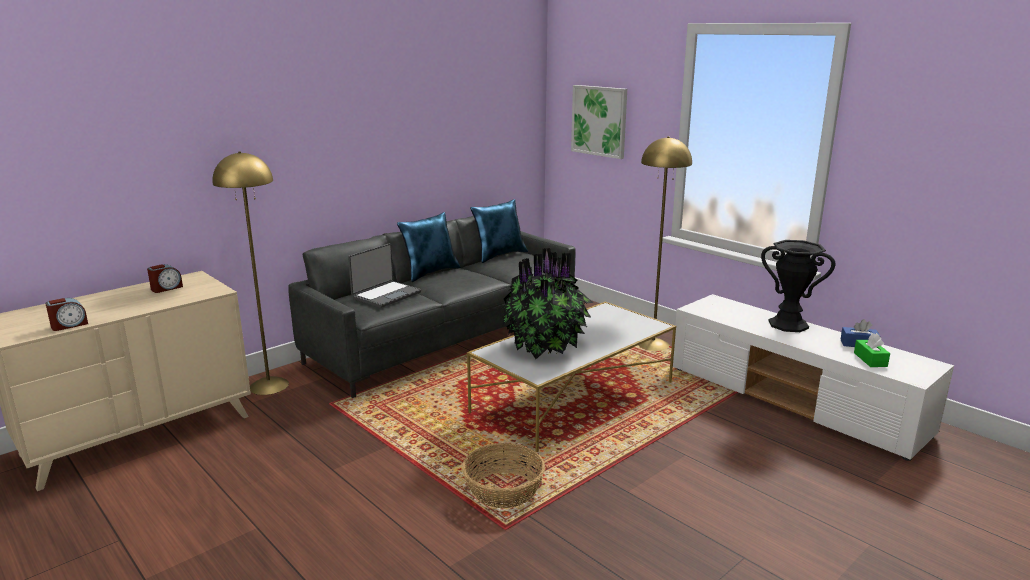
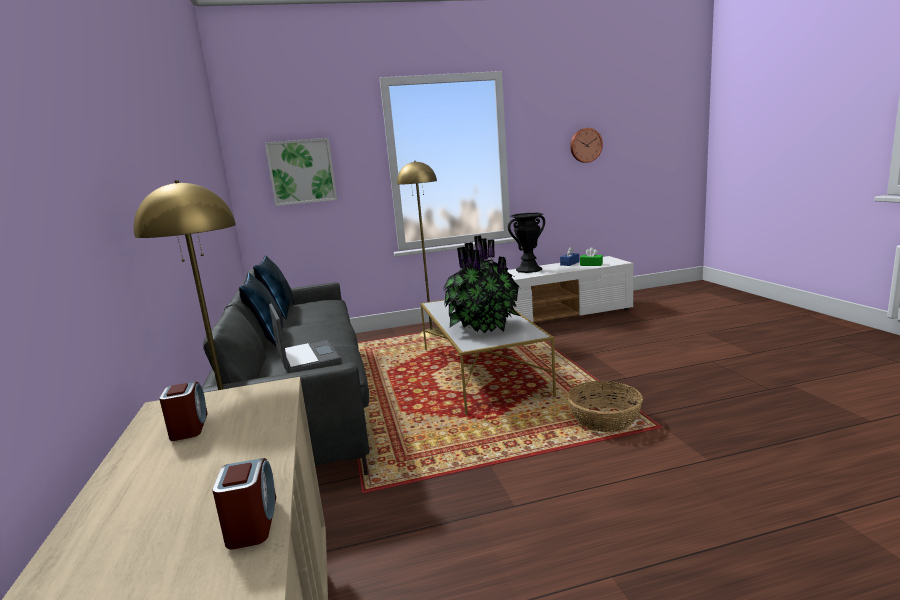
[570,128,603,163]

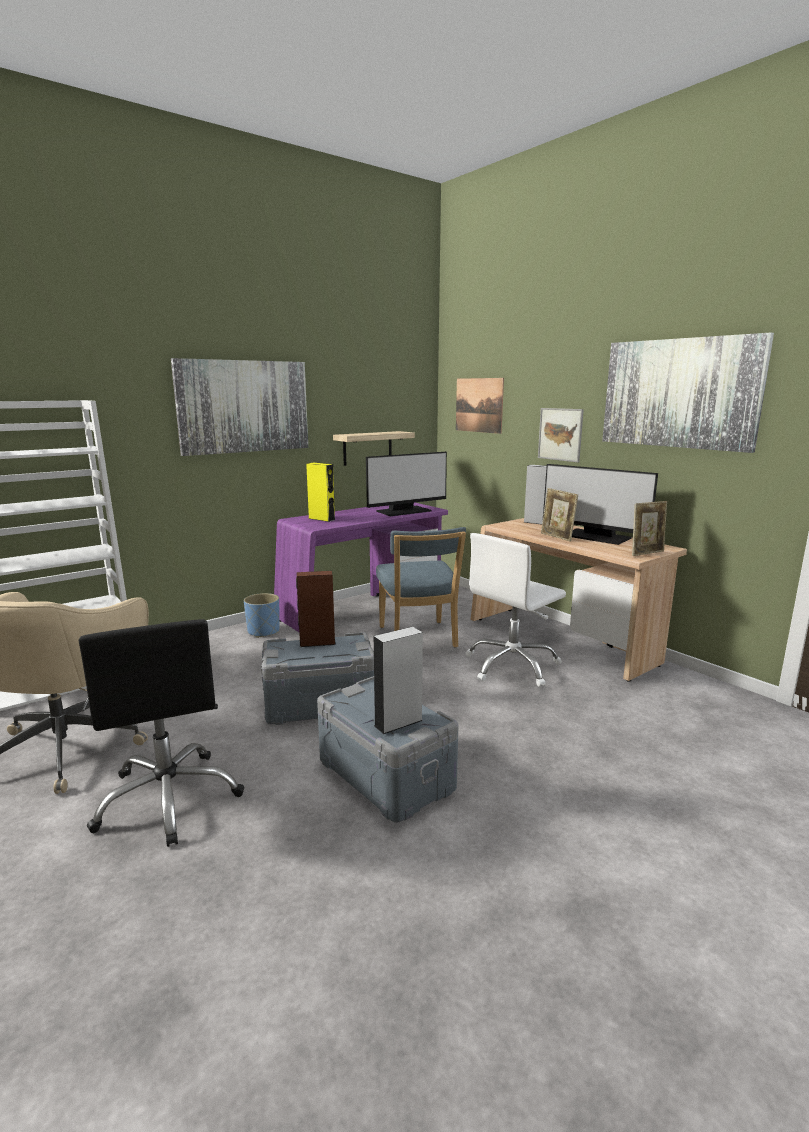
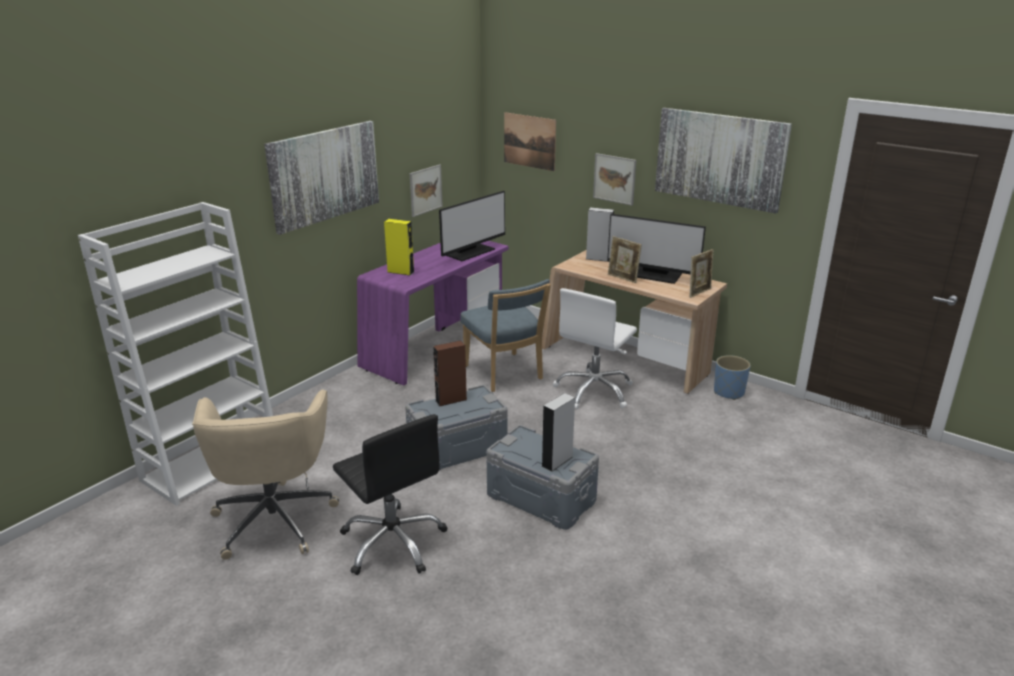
[410,164,443,217]
[714,355,751,400]

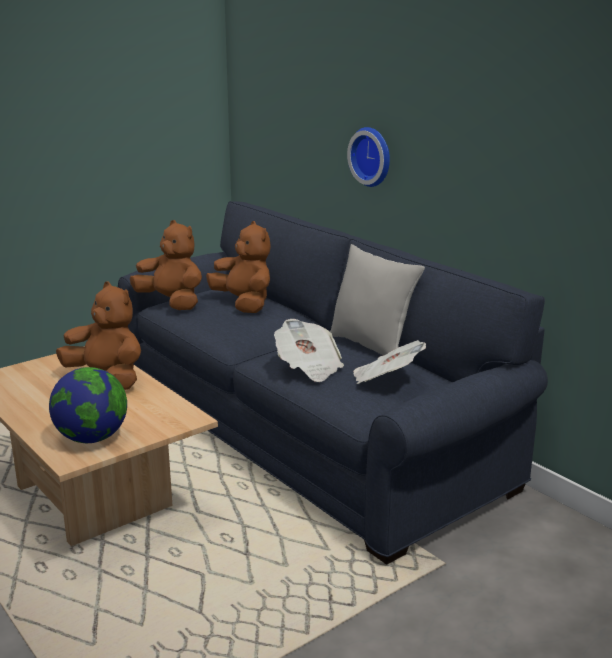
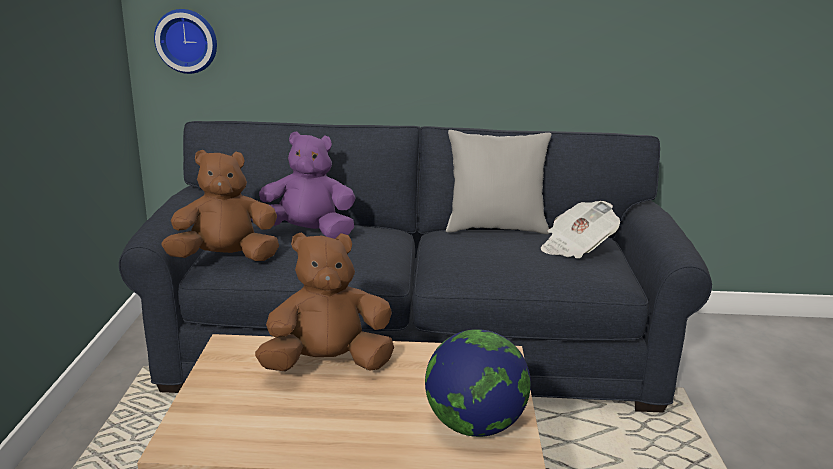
[154,9,217,74]
[251,131,356,239]
[274,319,344,382] (first image)

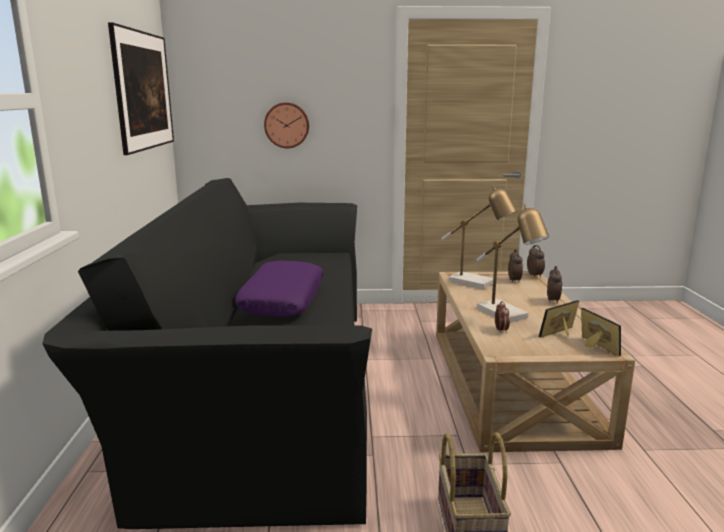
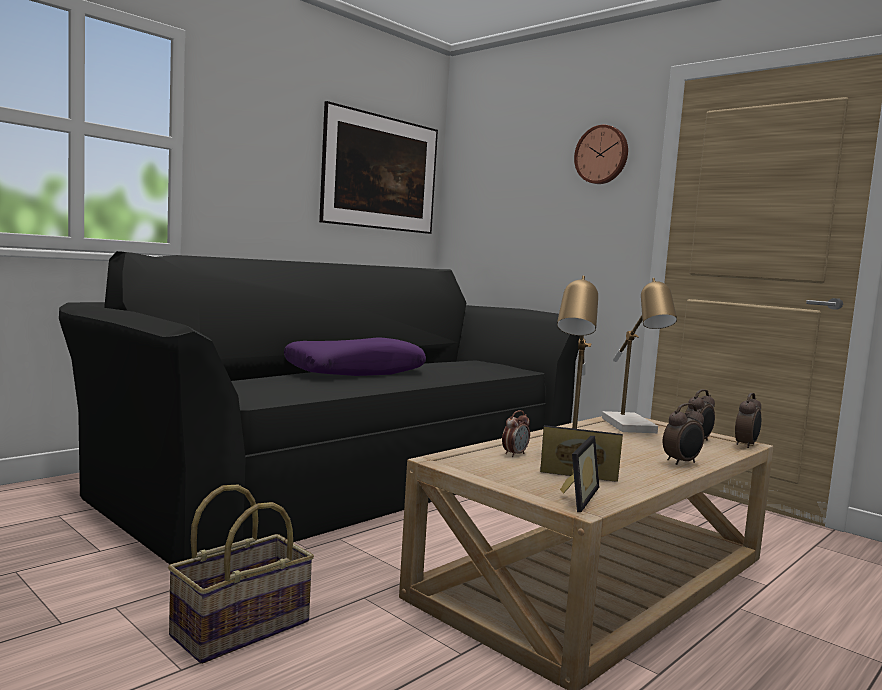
[574,125,628,184]

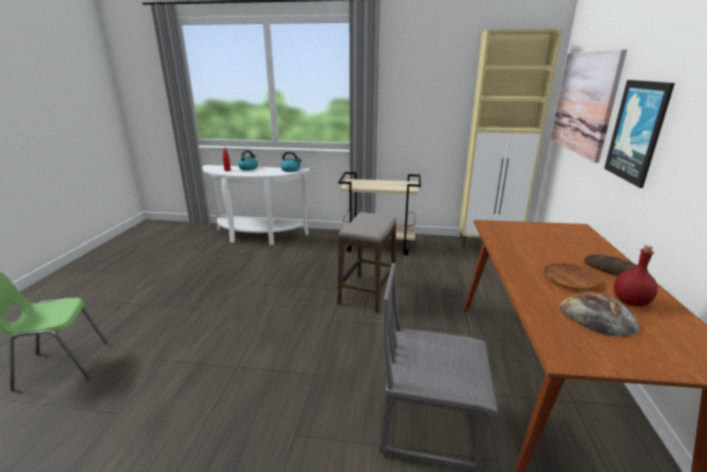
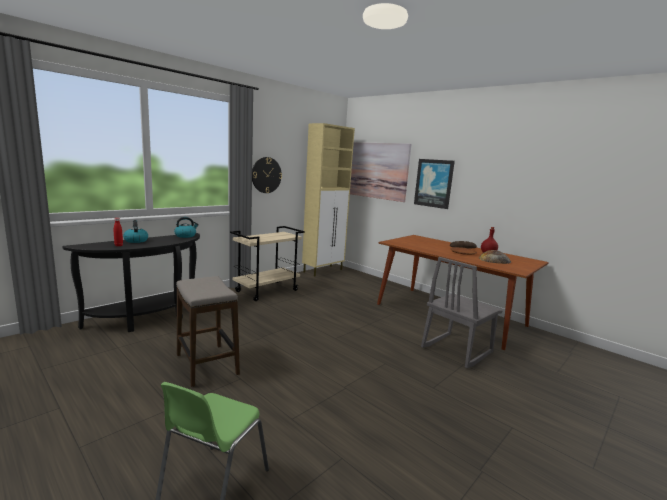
[62,233,200,332]
[176,276,240,387]
[252,157,282,193]

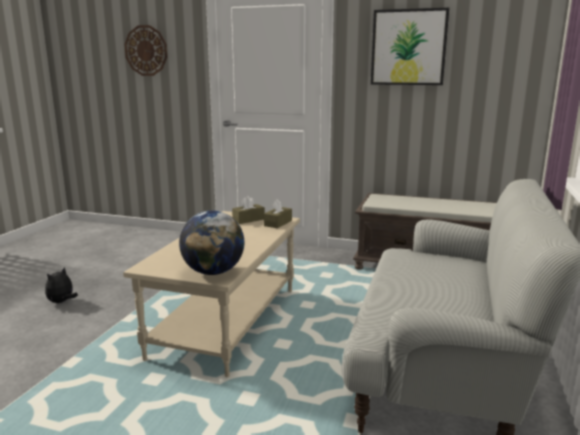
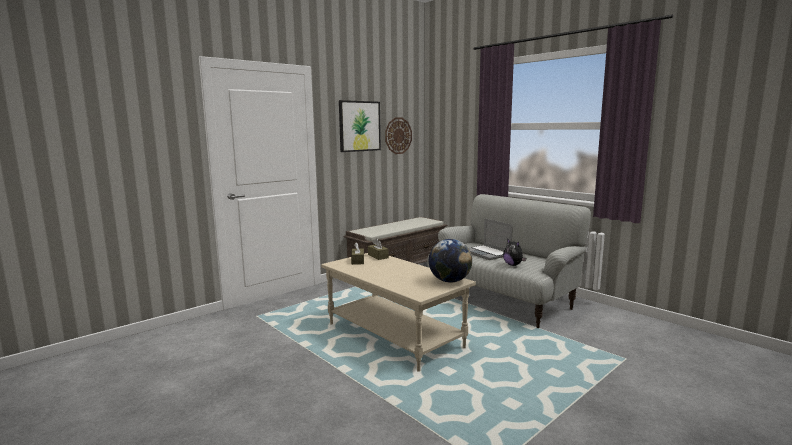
[385,118,412,154]
[503,238,526,266]
[469,218,513,260]

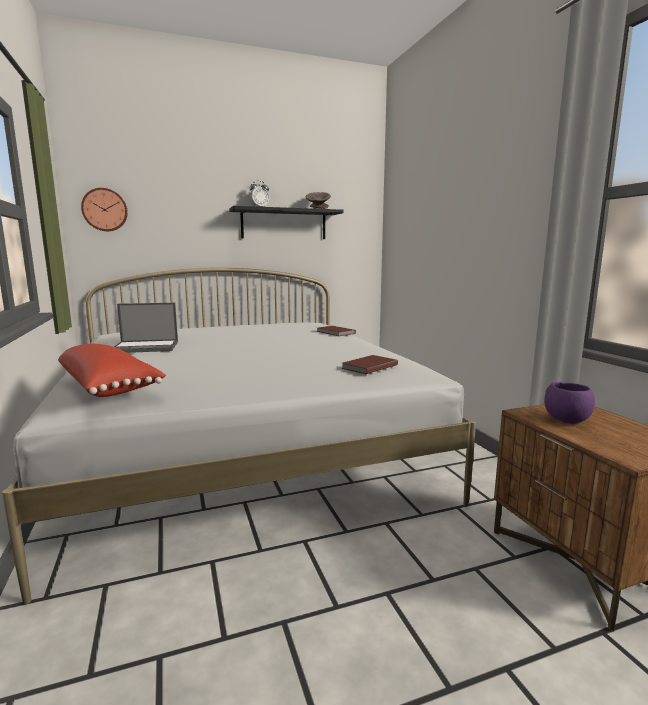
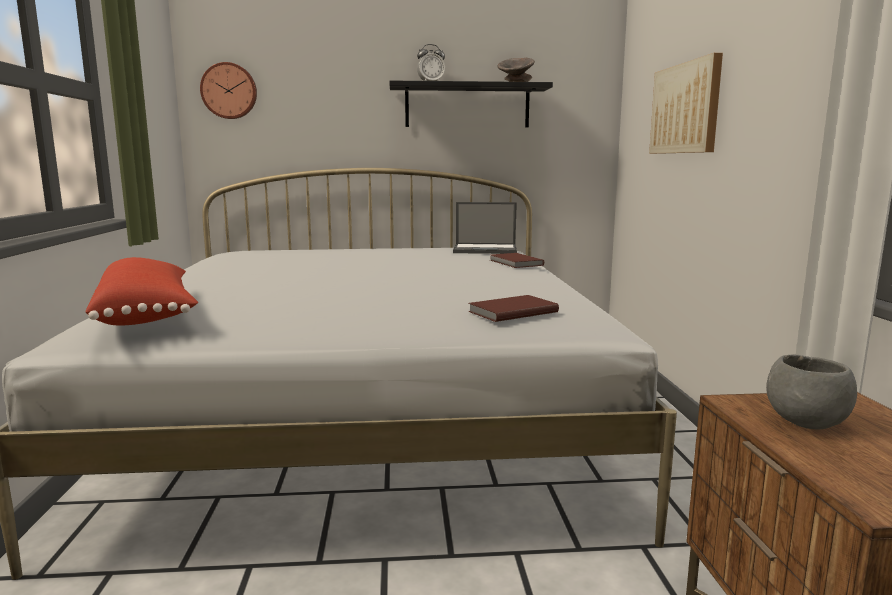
[453,202,517,254]
[766,354,857,429]
[649,53,723,154]

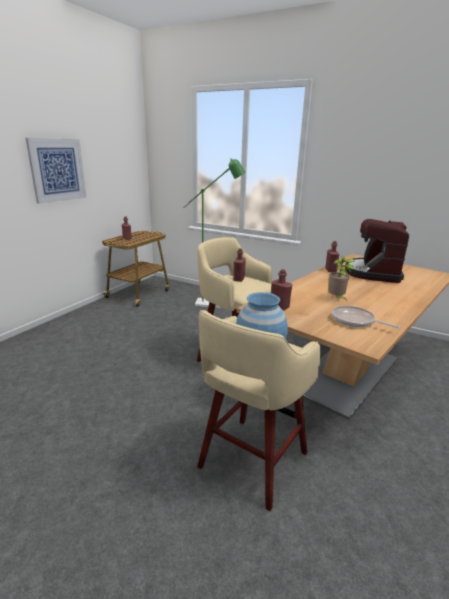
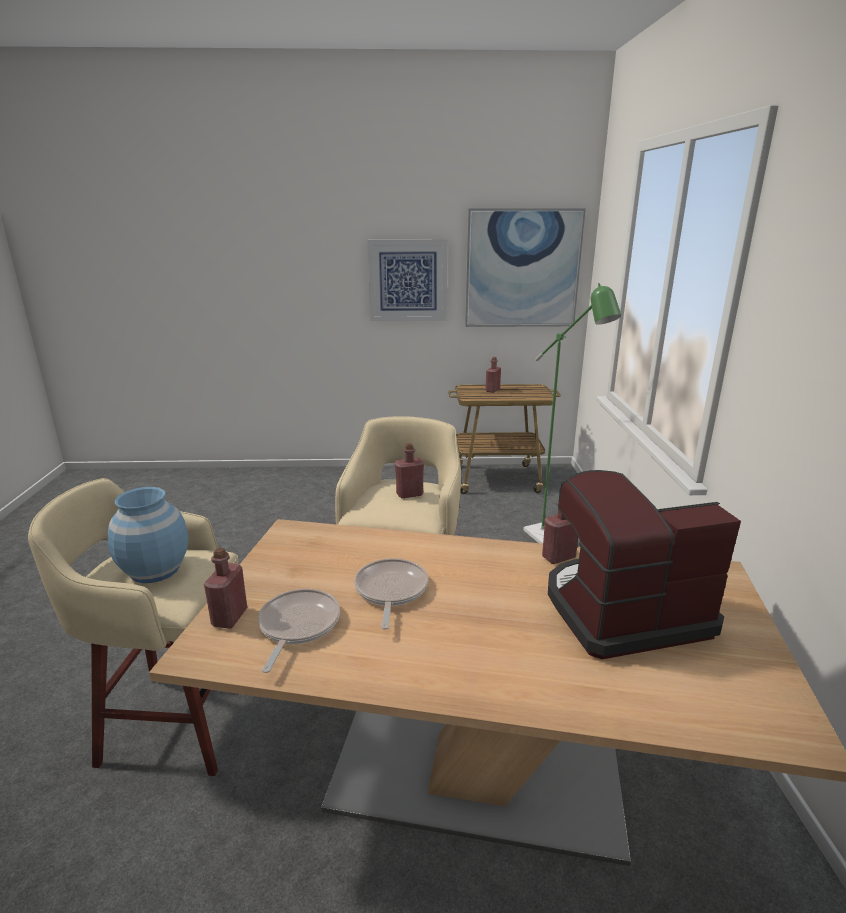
[354,558,428,629]
[204,547,247,629]
[465,208,586,327]

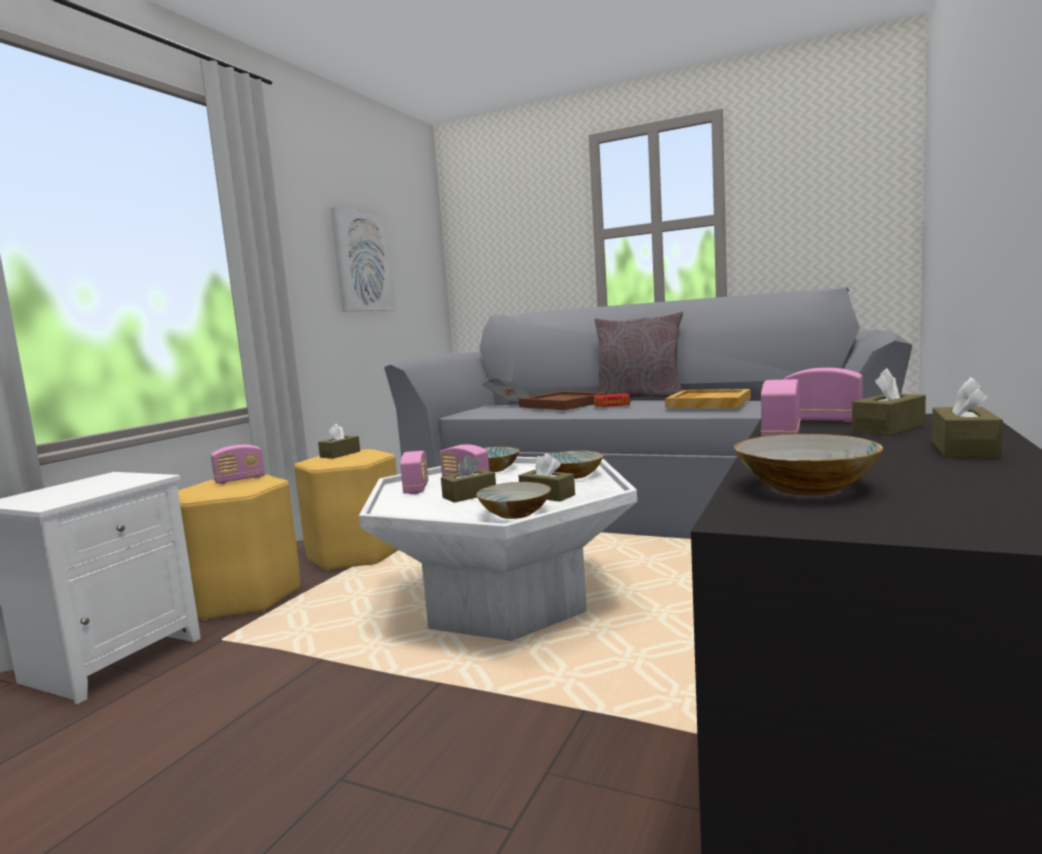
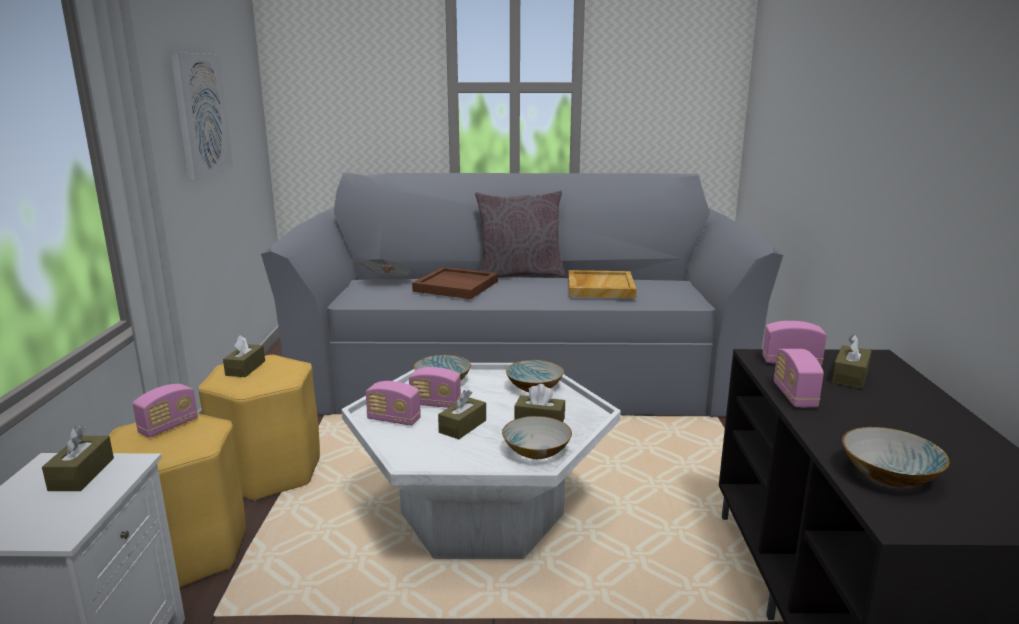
[42,425,114,491]
[594,393,630,407] (first image)
[366,381,421,426]

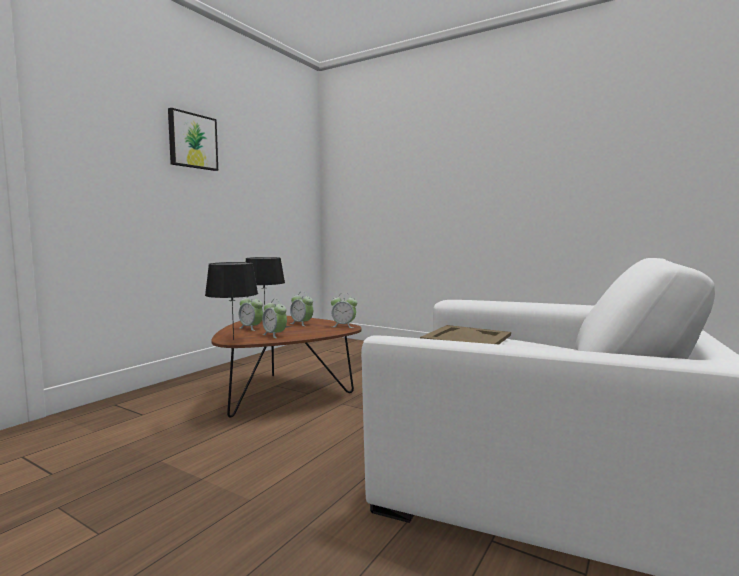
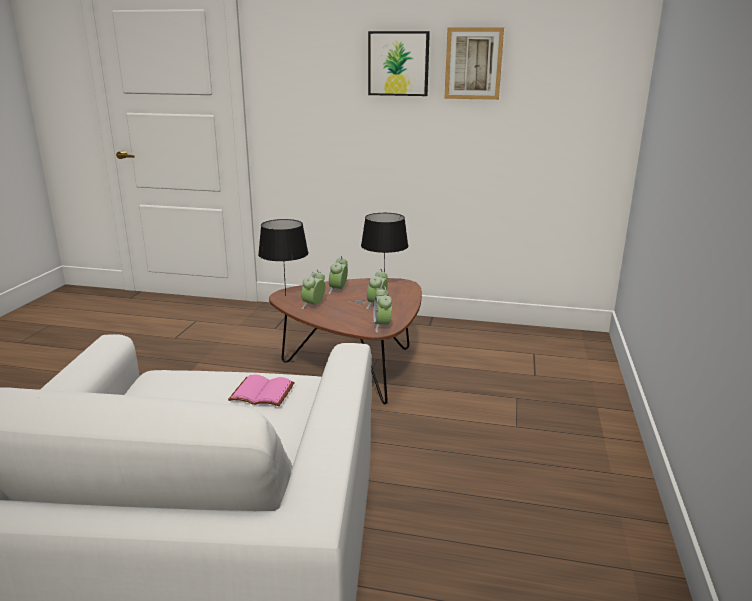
[228,375,295,406]
[444,27,504,100]

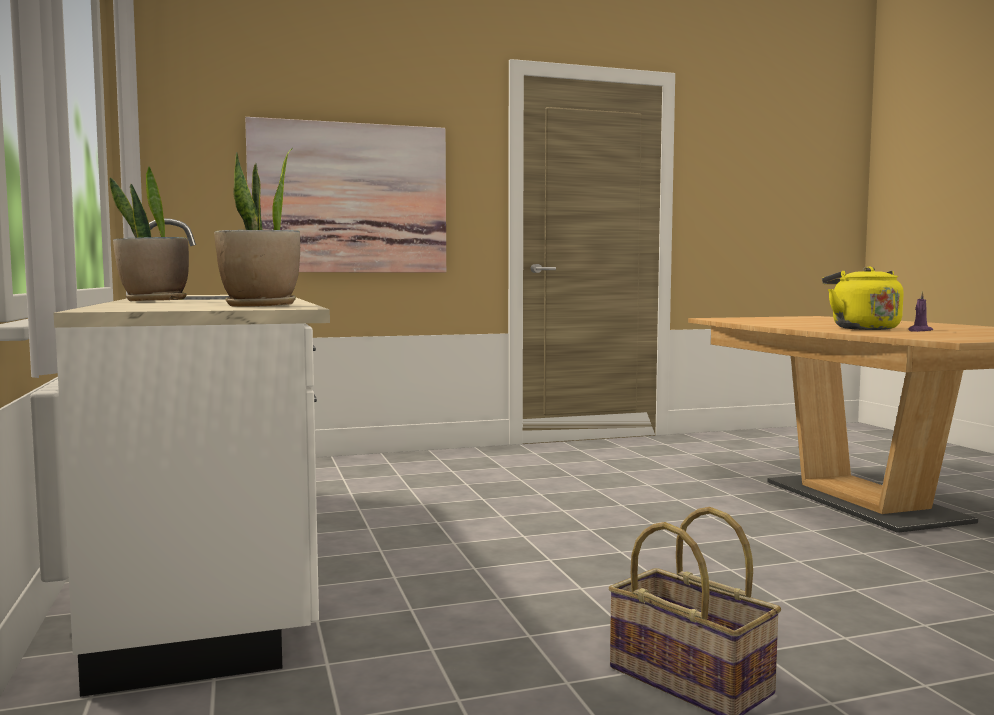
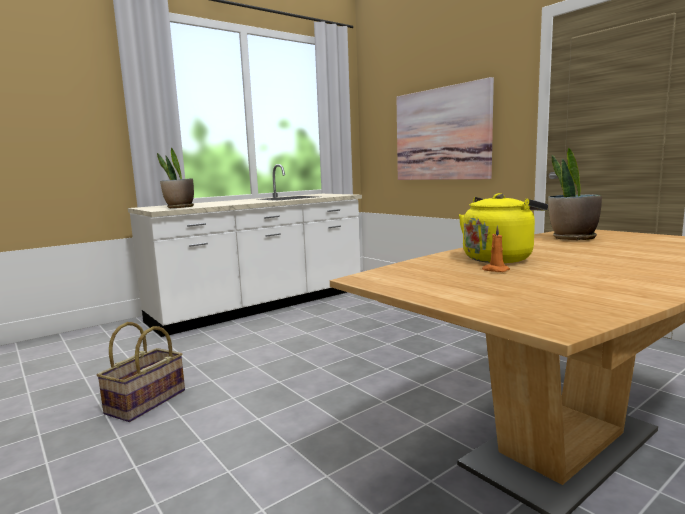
[548,148,602,240]
[482,225,510,272]

